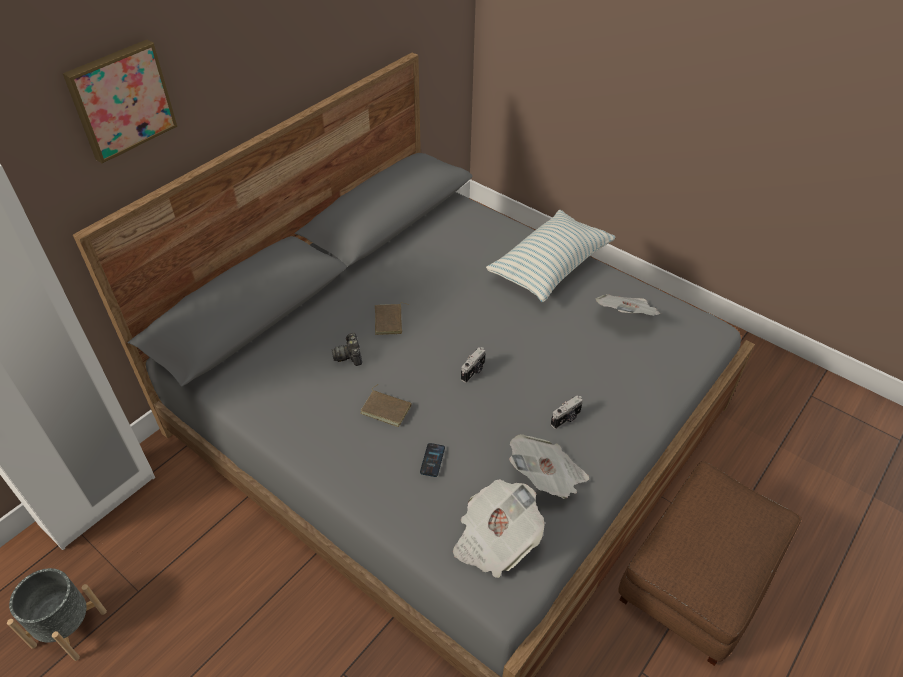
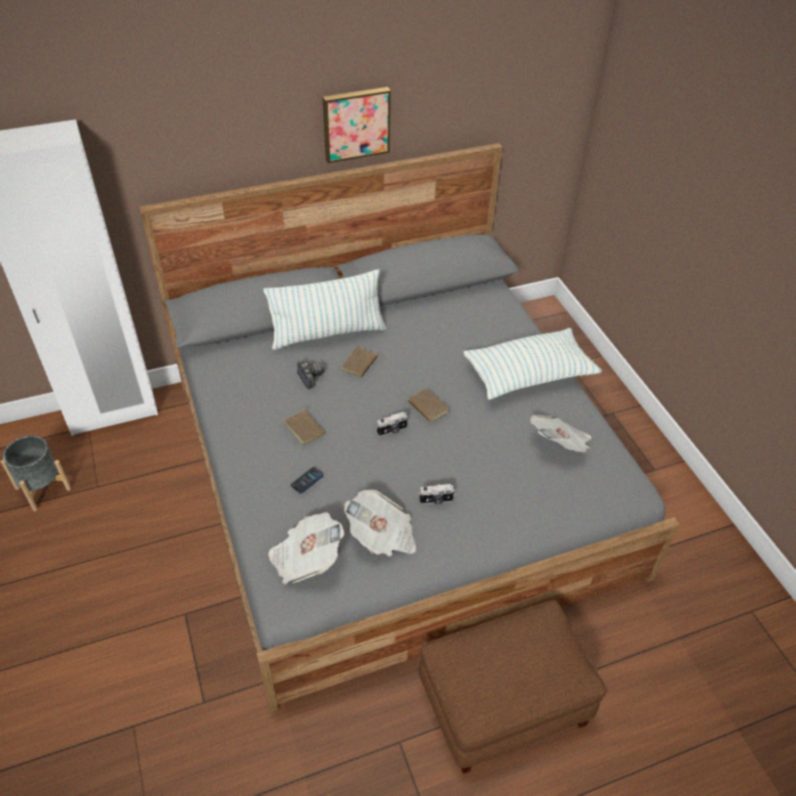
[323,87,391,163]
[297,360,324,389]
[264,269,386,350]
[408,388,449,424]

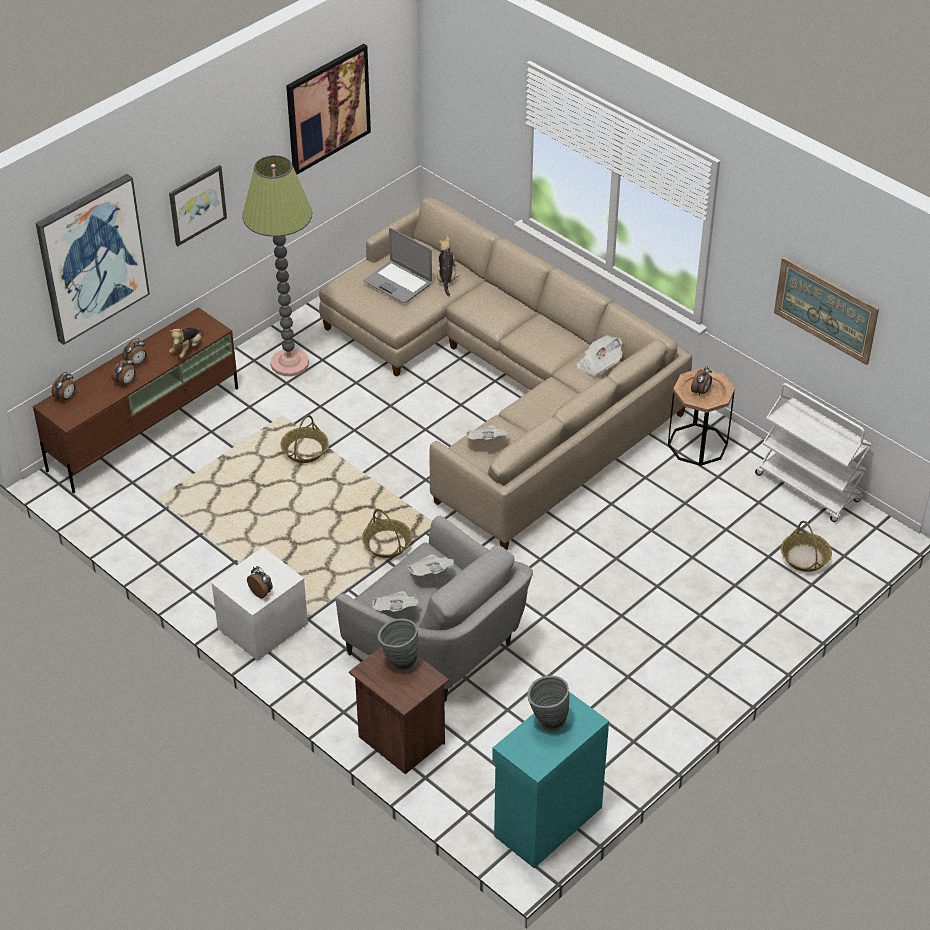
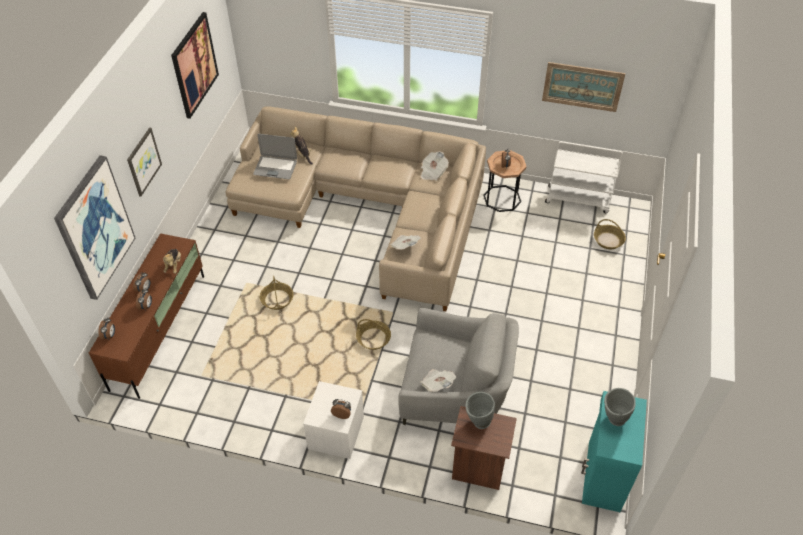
[242,155,312,376] (first image)
[408,554,454,576] (first image)

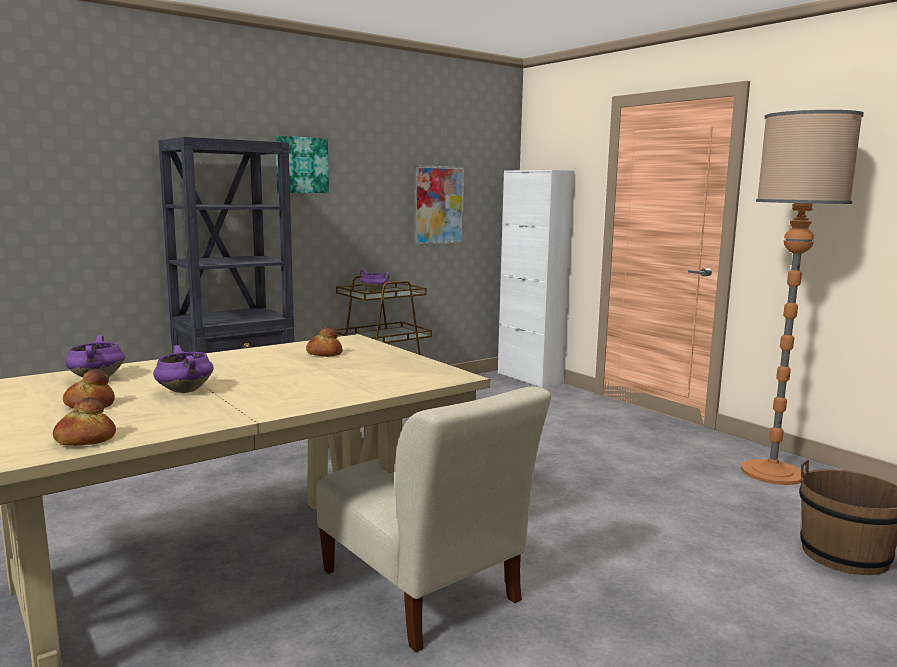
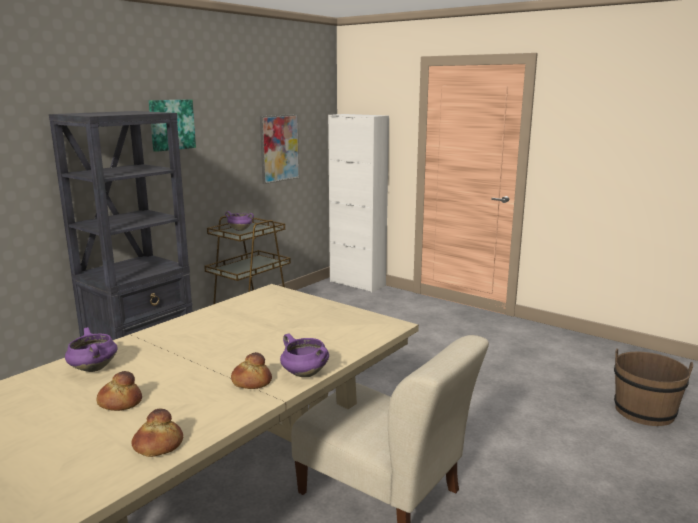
[741,110,864,485] (first image)
[231,352,272,389]
[280,333,329,377]

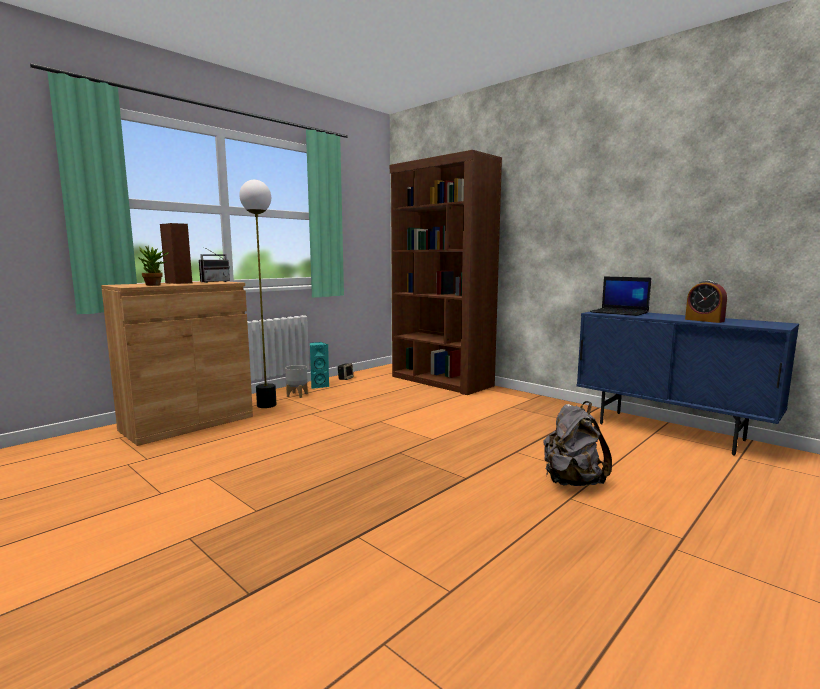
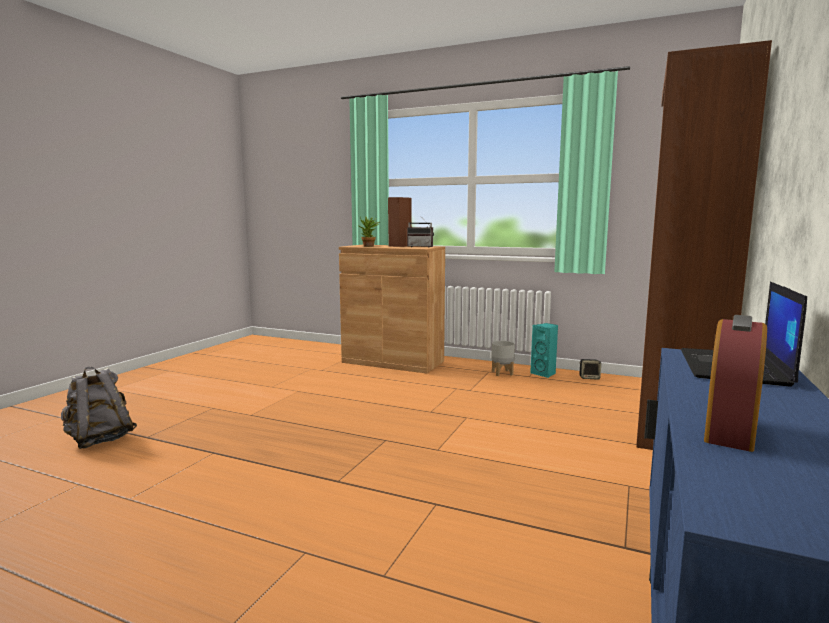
[239,180,277,408] (first image)
[61,367,137,449]

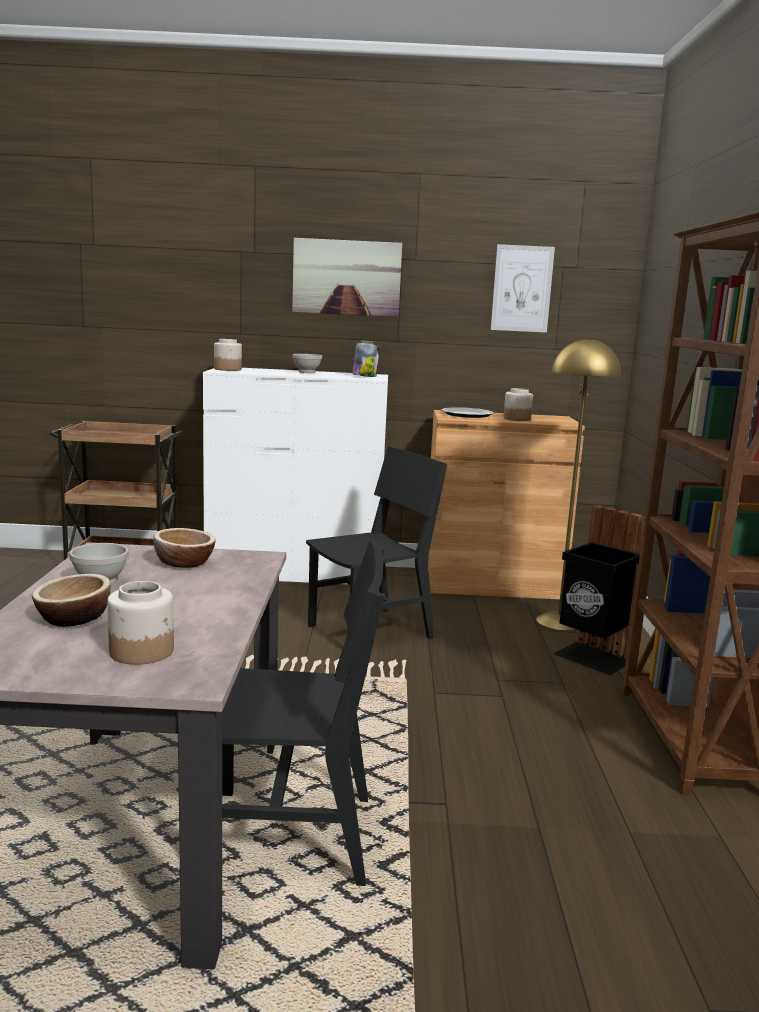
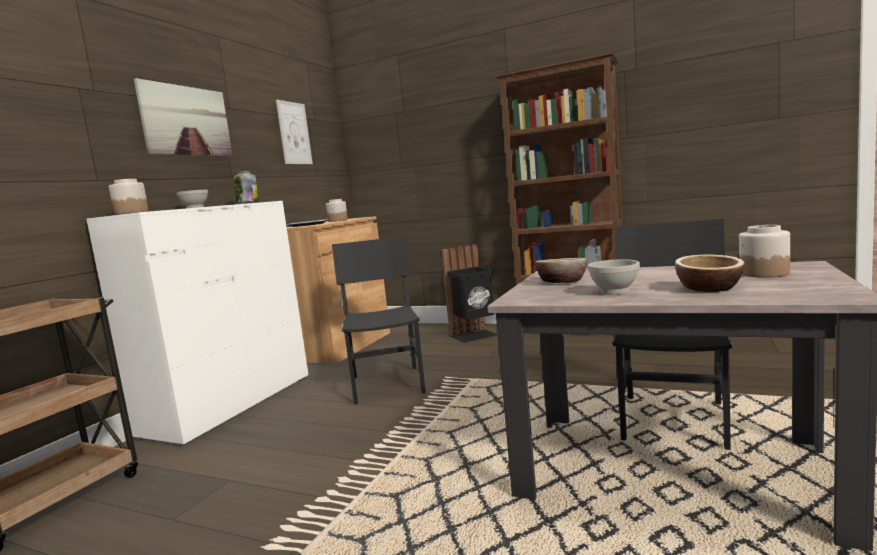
[536,337,621,630] (first image)

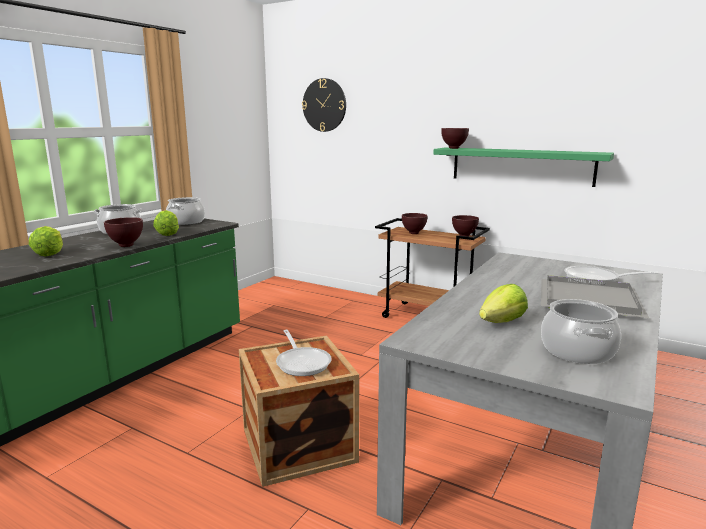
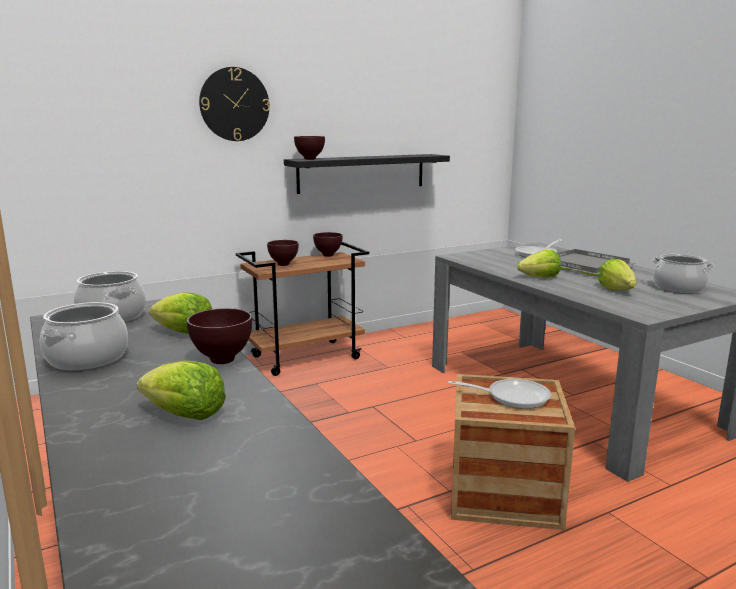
[199,67,270,141]
[284,154,450,194]
[517,250,561,278]

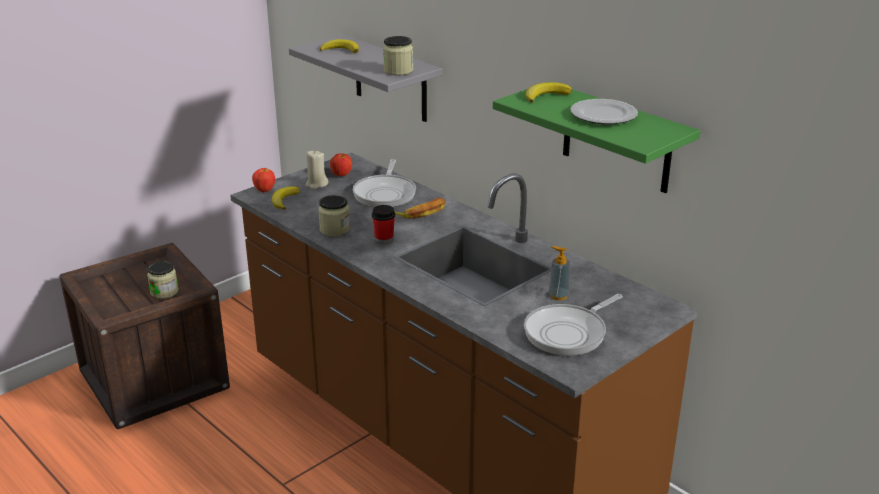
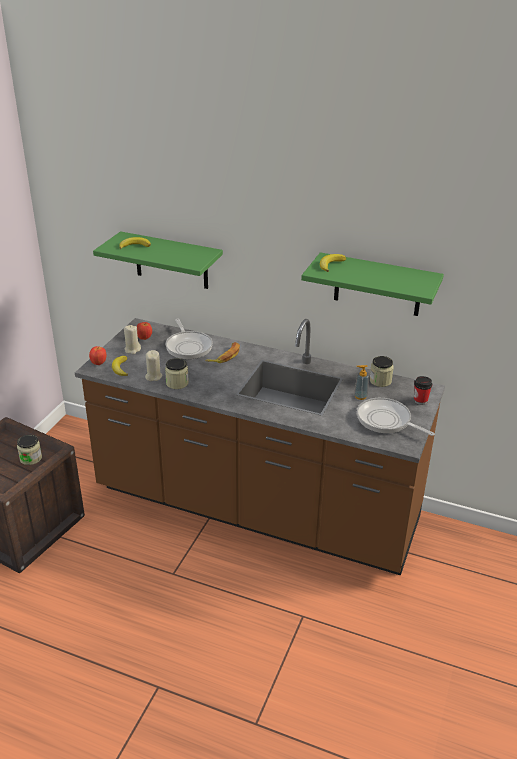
[93,231,223,289]
[369,356,394,387]
[570,99,638,125] (first image)
[414,376,432,405]
[357,398,435,436]
[145,350,162,381]

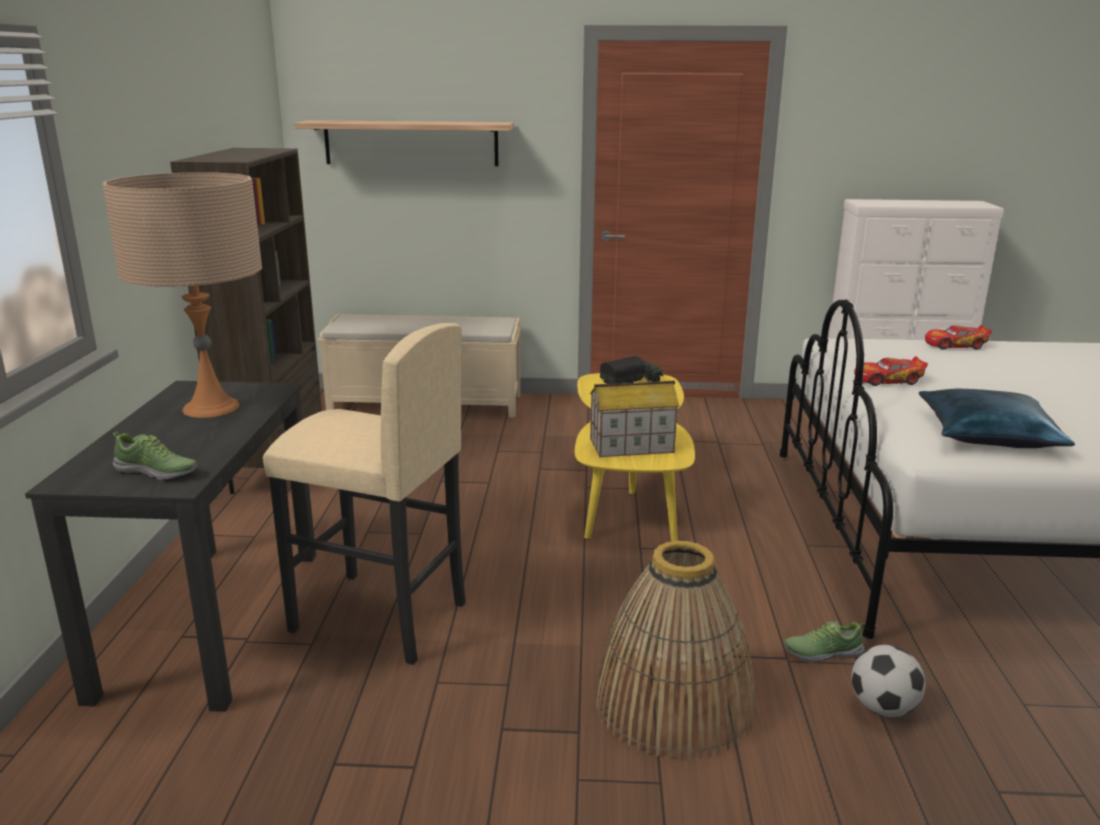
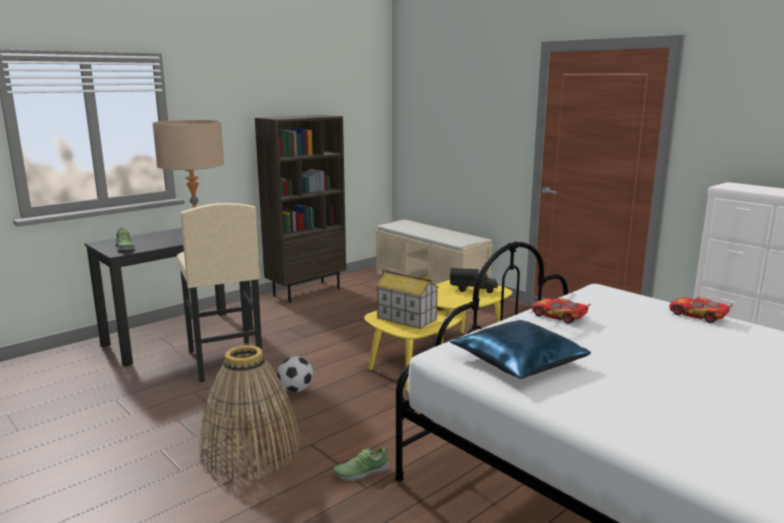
[294,120,514,166] (first image)
[333,447,390,481]
[277,356,313,392]

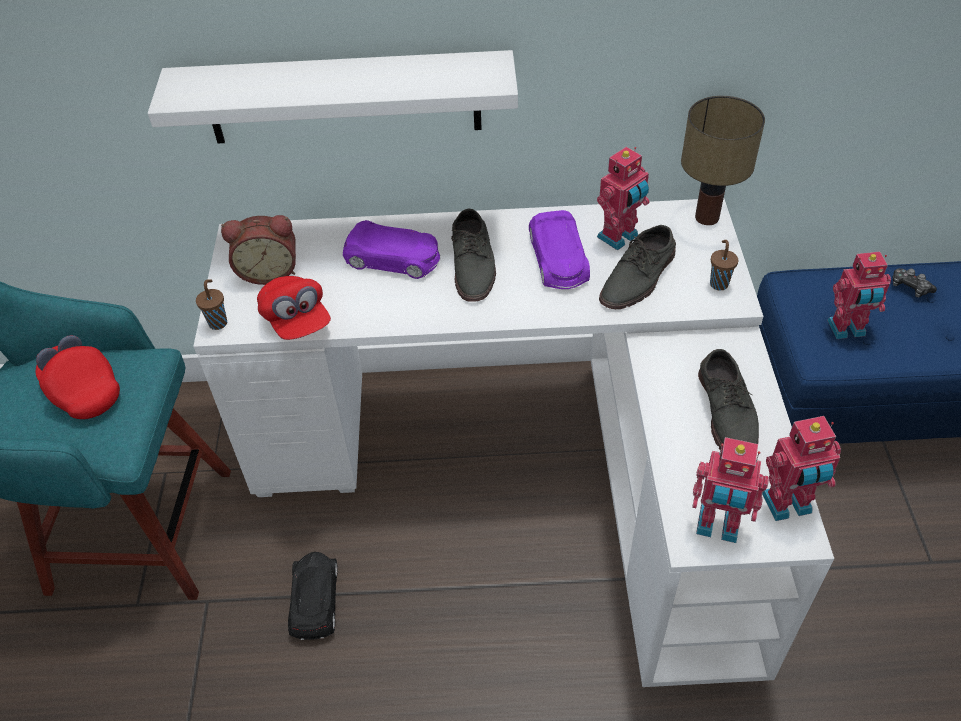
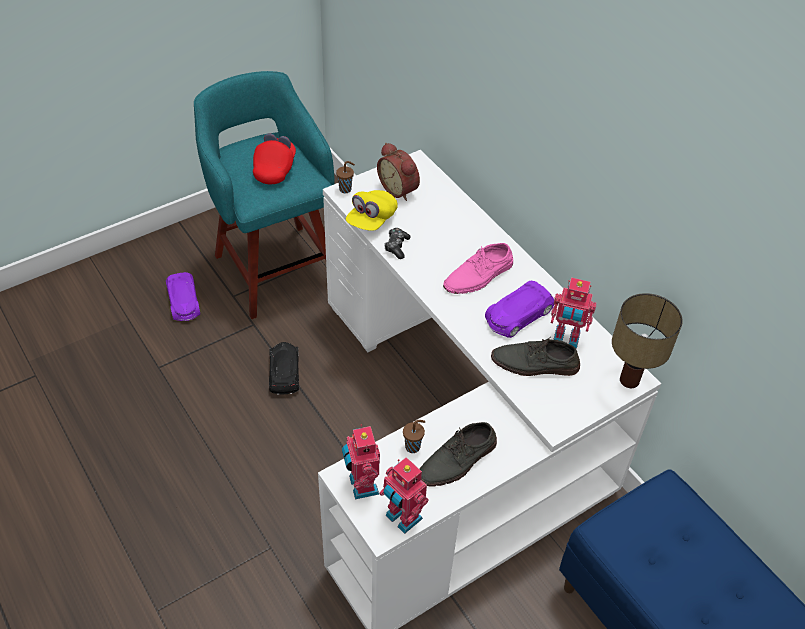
[148,50,518,143] (first image)
[443,243,513,294]
[166,272,200,321]
[403,420,425,453]
[827,252,891,339] (first image)
[384,228,411,259]
[346,190,398,231]
[269,342,299,395]

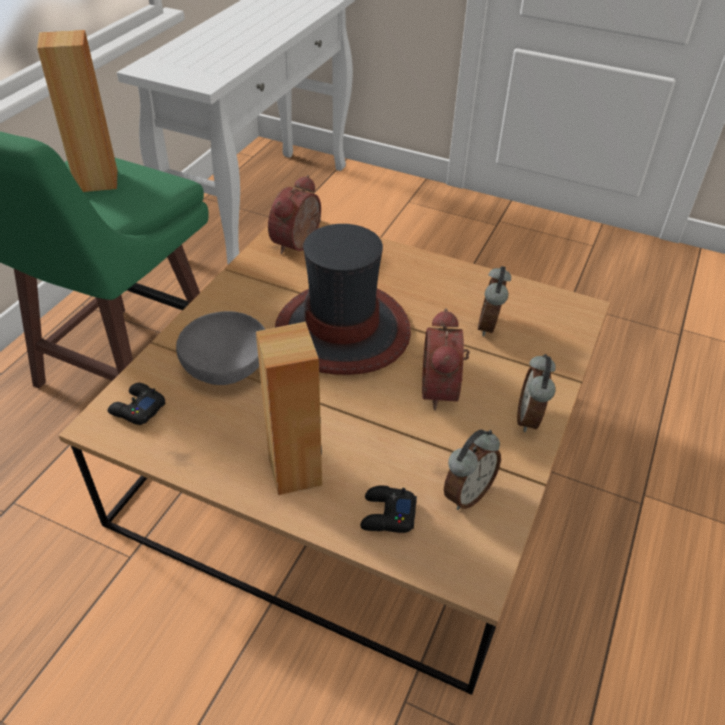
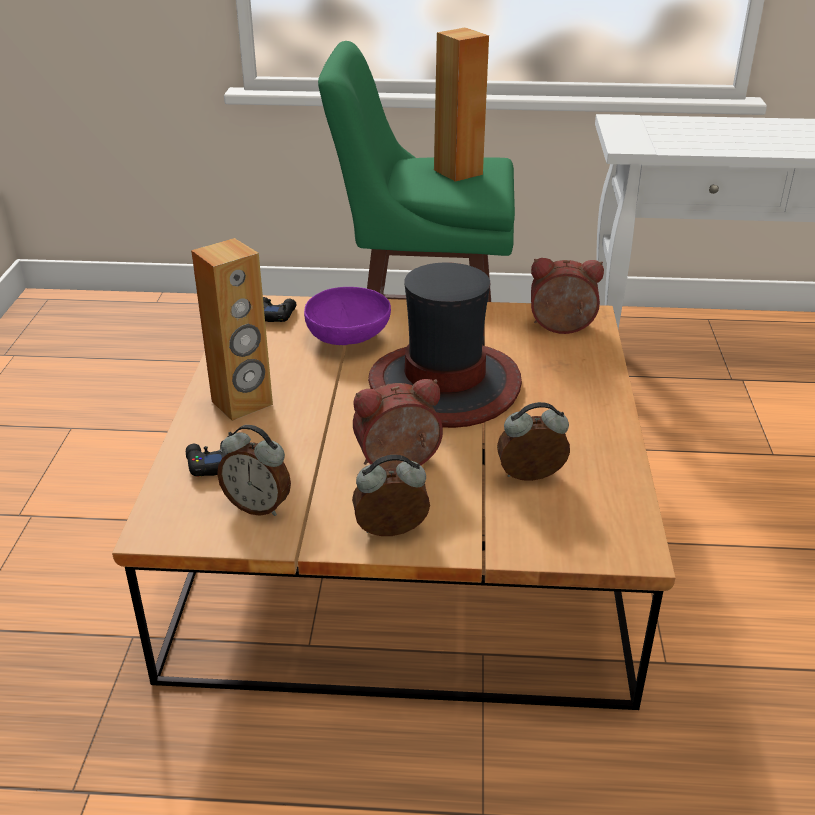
[304,287,391,345]

